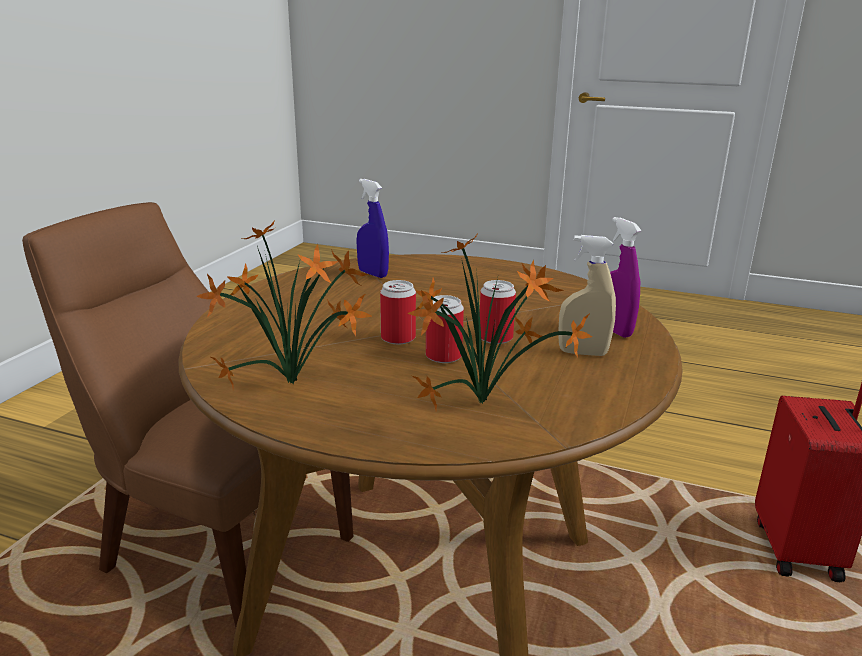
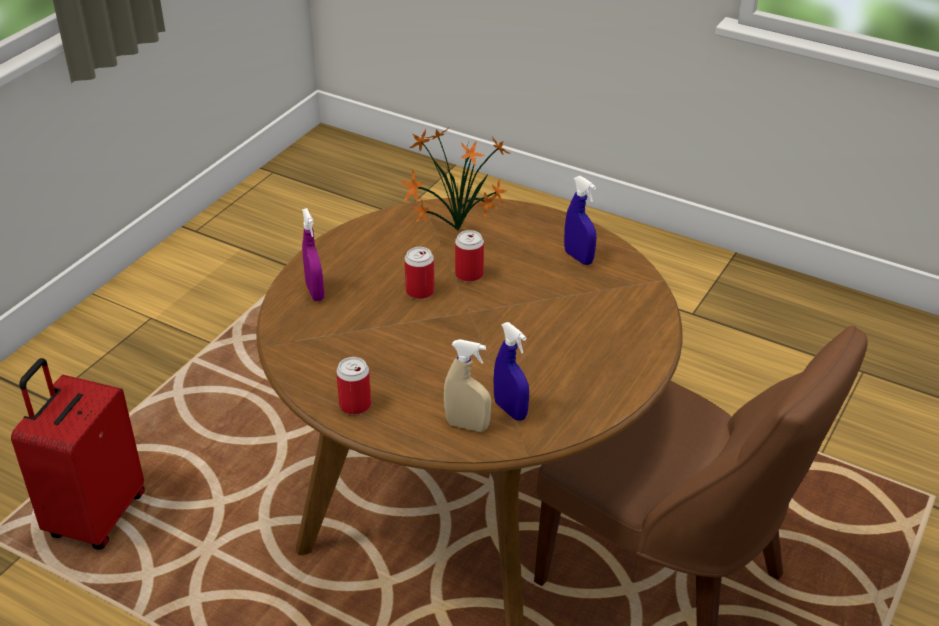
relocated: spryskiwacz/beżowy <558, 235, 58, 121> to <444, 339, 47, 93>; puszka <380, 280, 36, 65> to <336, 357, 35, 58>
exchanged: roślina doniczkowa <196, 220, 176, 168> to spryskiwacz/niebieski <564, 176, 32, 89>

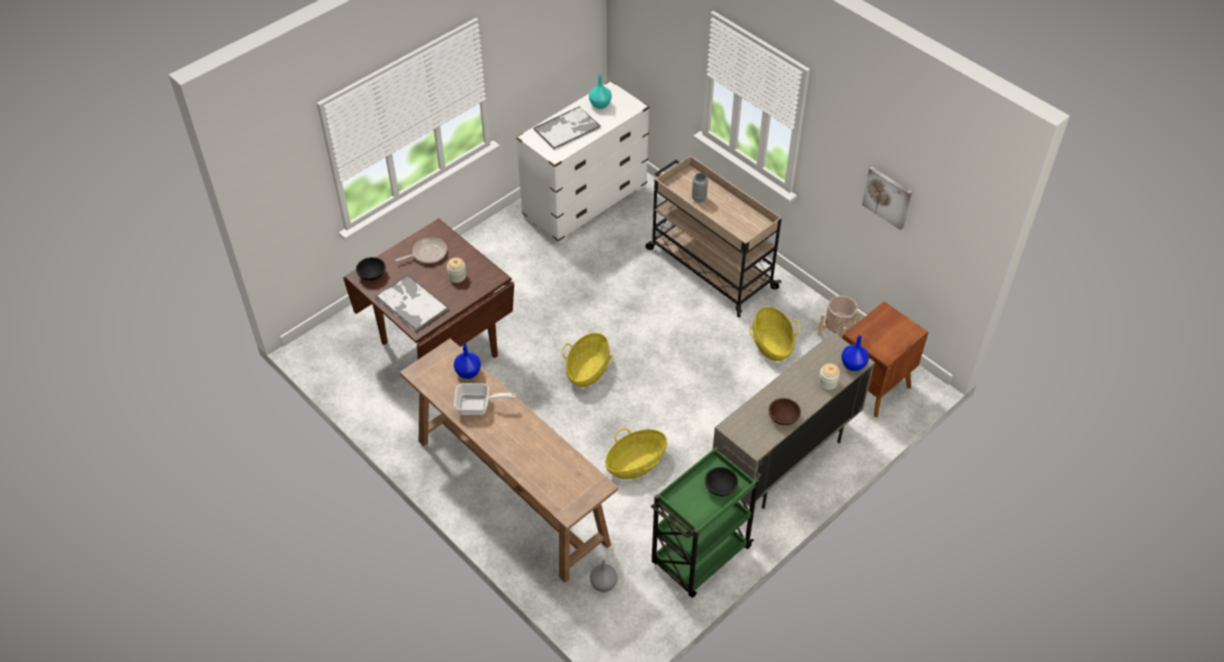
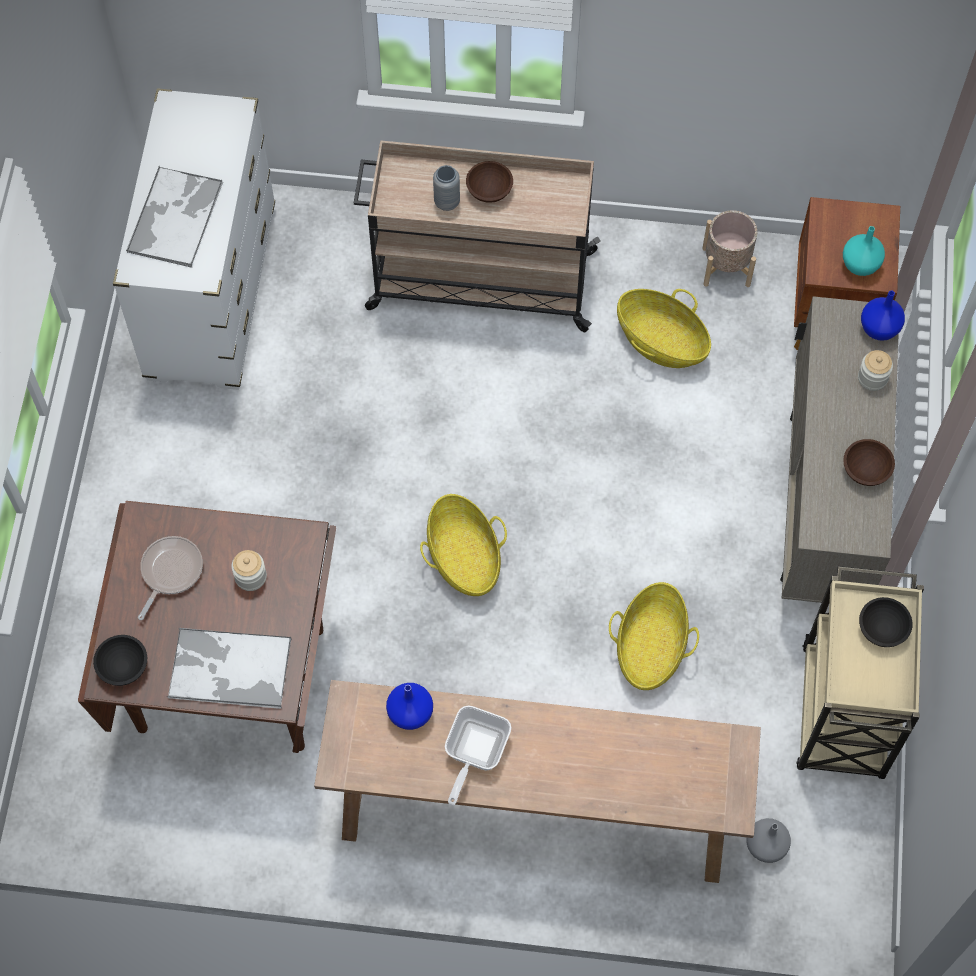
missing: obraz <862, 167, 50, 63>
appeared: miska/brązowy <466, 161, 47, 42>
relocated: wazon/turkusowy <589, 75, 23, 34> to <843, 226, 42, 50>
colour: wózek/zielony <651, 446, 110, 152> to wózek/beżowy <796, 566, 128, 213>
spun: patelnia <454, 383, 61, 32> = <445, 705, 67, 100> 150 degrees clockwise

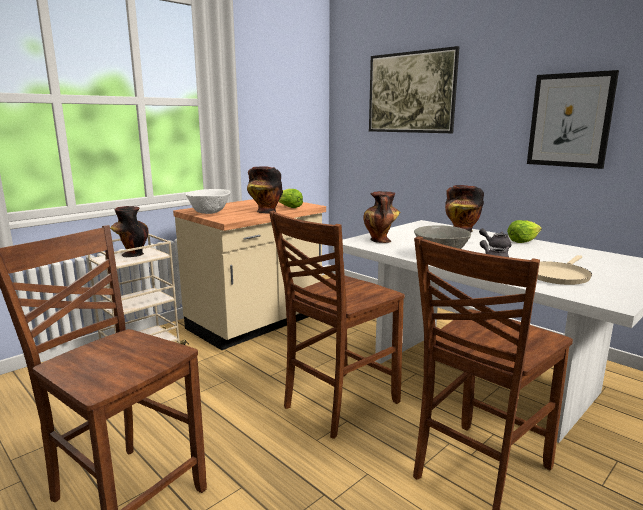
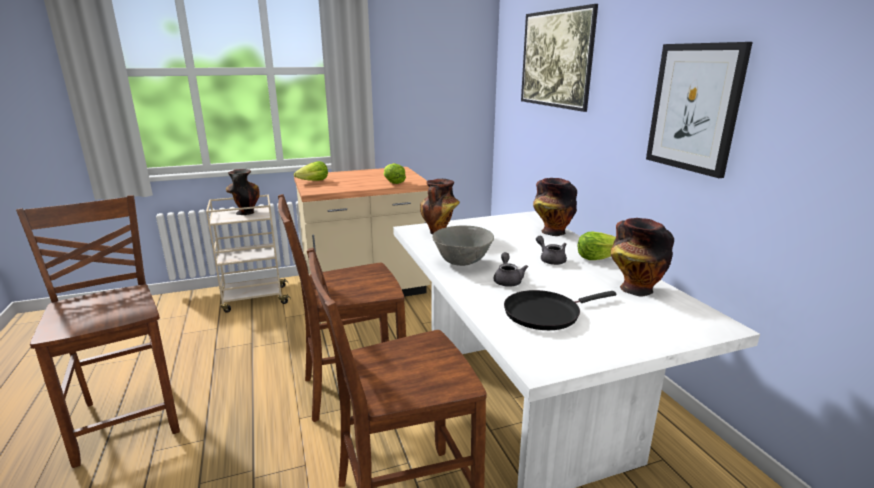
relocated: wazon <247, 167, 36, 46> to <611, 218, 63, 78>
exchanged: miska/biały <185, 189, 46, 25> to sałata <294, 161, 34, 20>
colour: patelnia/beżowy <537, 255, 55, 30> to patelnia/czarny <504, 290, 112, 40>

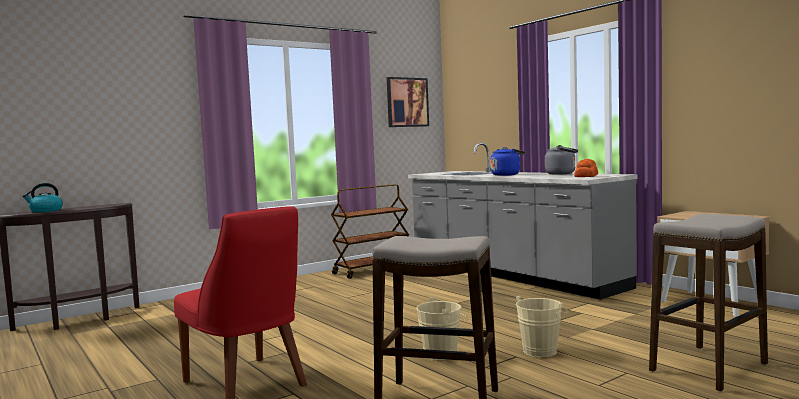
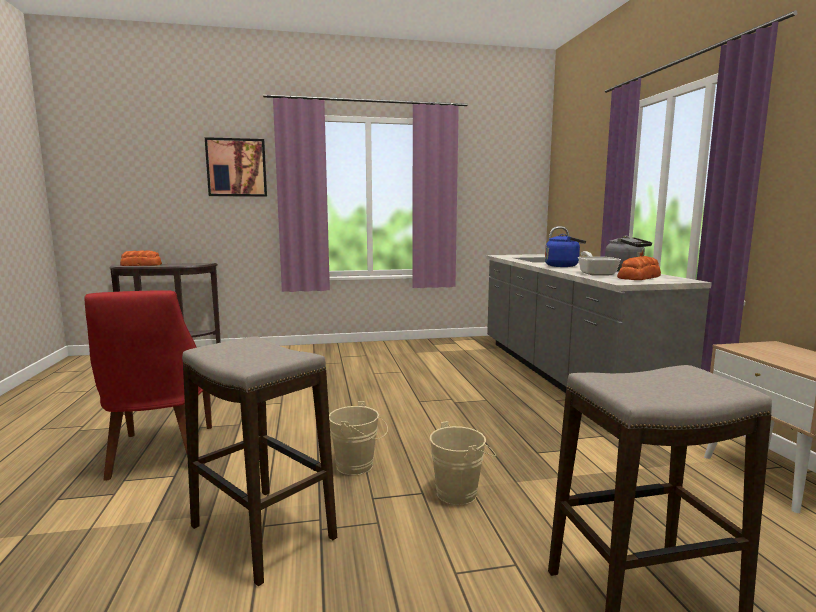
missing: wózek/brązowy <331, 184, 78, 95>
appeared: patelnia <578, 251, 43, 24>
relocated: obraz <387, 77, 42, 50> to <205, 137, 62, 60>
exchanged: czajnik <22, 183, 41, 29> to chleb <120, 250, 42, 16>

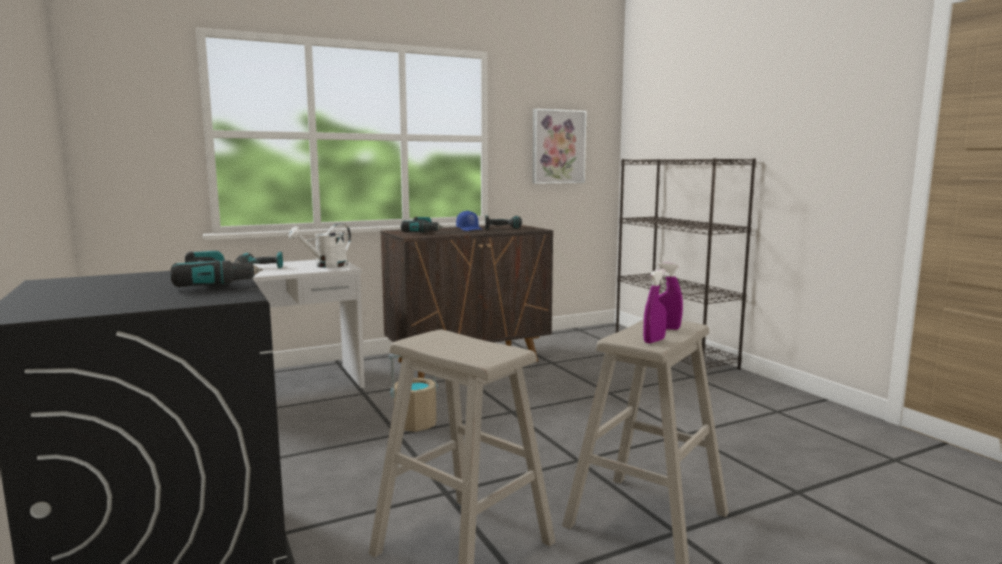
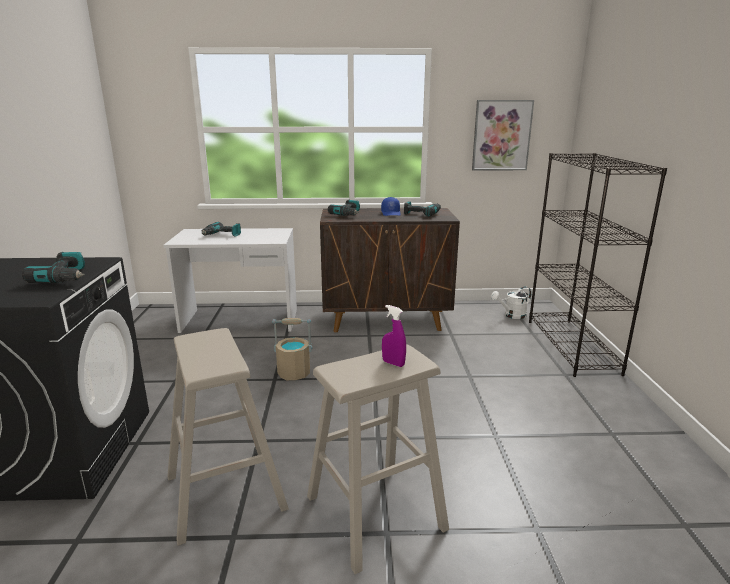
missing: spryskiwacz/fioletowy <643, 269, 24, 74>
relocated: konewka/biały <289, 223, 62, 45> to <491, 286, 41, 33>

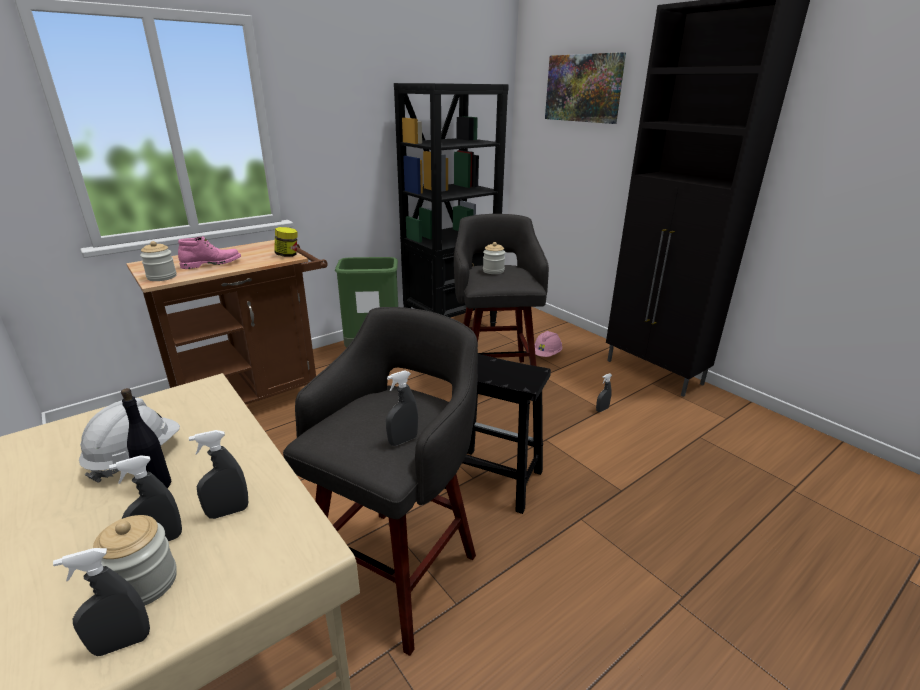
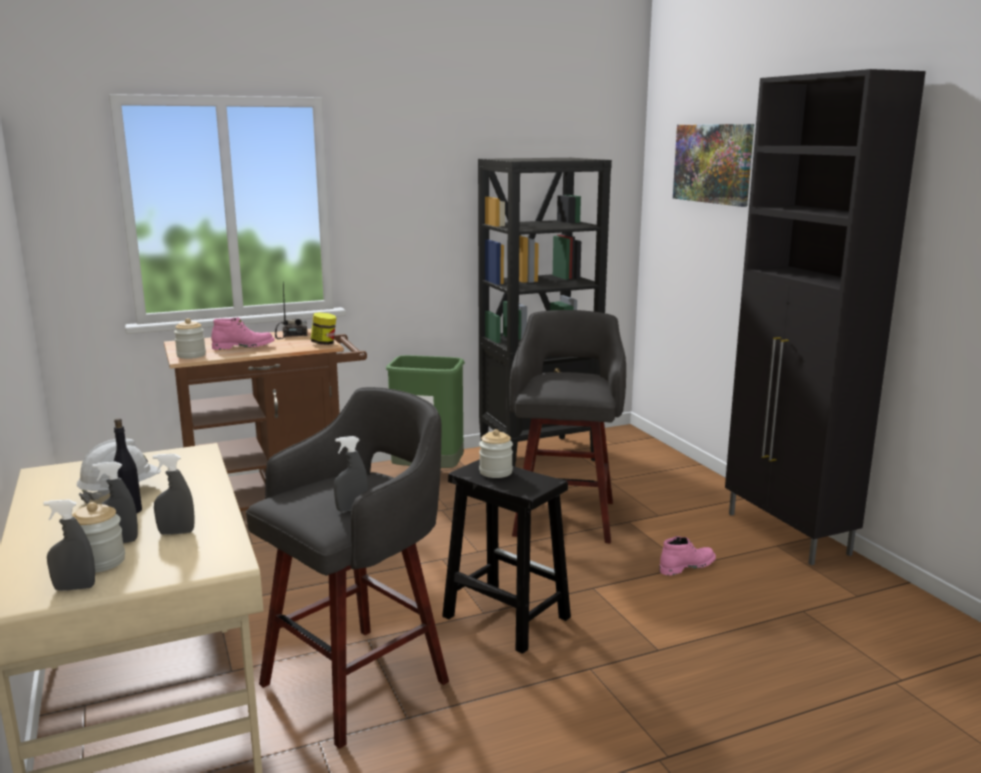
missing: kask/różowy <535, 331, 27, 26>
appeared: radio <275, 283, 32, 56>
relocated: słoik <483, 242, 22, 32> to <479, 429, 34, 49>
exchanged: spryskiwacz/szary <596, 373, 16, 39> to but z cholewką/różowy <659, 536, 57, 40>

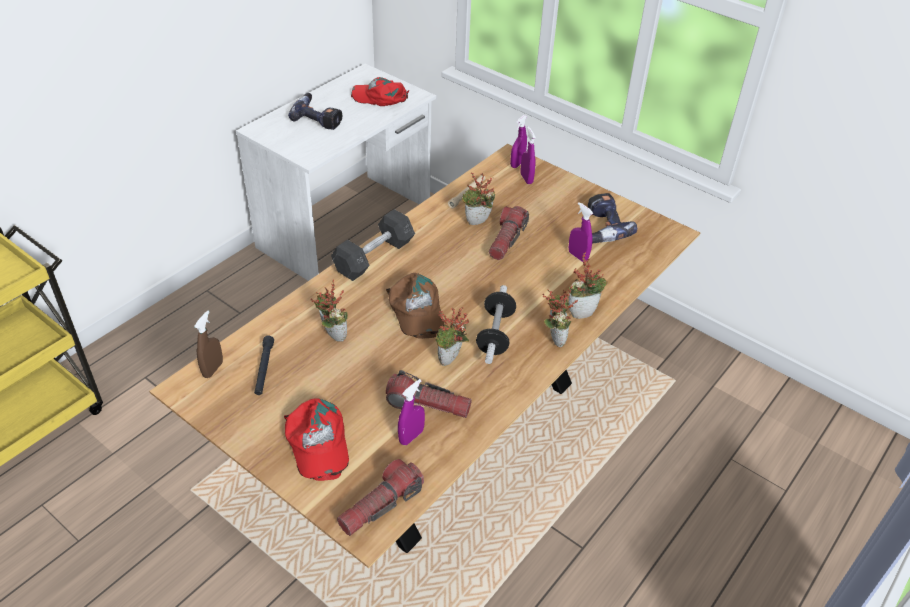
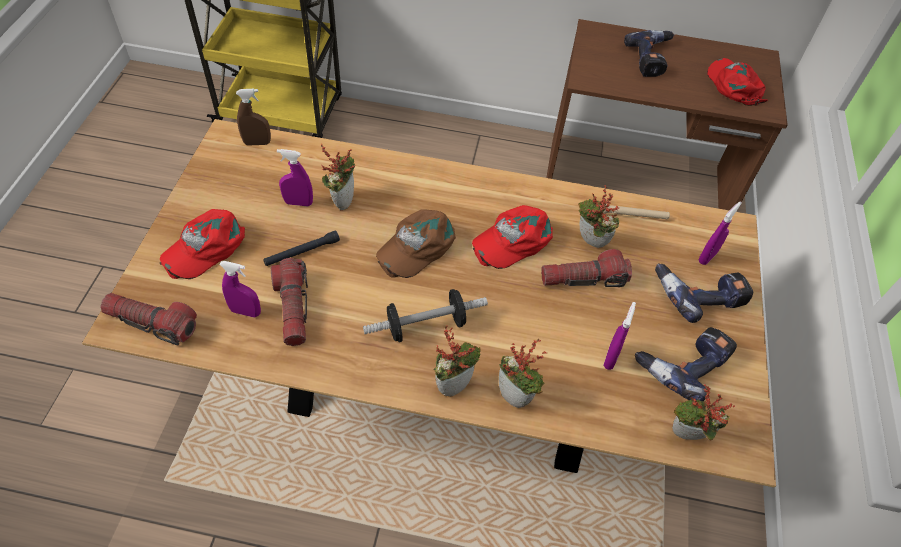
missing: hantel/szary <331, 209, 84, 72>
appeared: czapka z daszkiem/czerwony <472, 205, 81, 64>; wiertarka <655, 264, 98, 59>
relocated: spryskiwacz/fioletowy <510, 115, 17, 53> to <277, 149, 36, 57>; roślina doniczkowa <436, 307, 33, 59> to <672, 384, 63, 56>; latarka/czarny <254, 336, 20, 59> to <263, 230, 77, 36>
colour: biurko/biały <236, 64, 200, 217> to biurko/brązowy <546, 19, 242, 192>

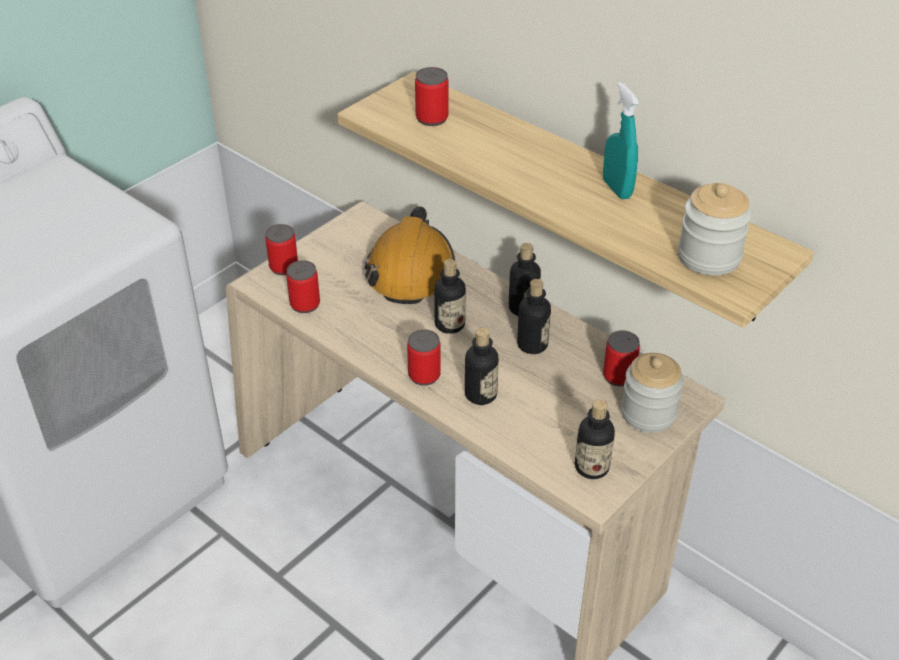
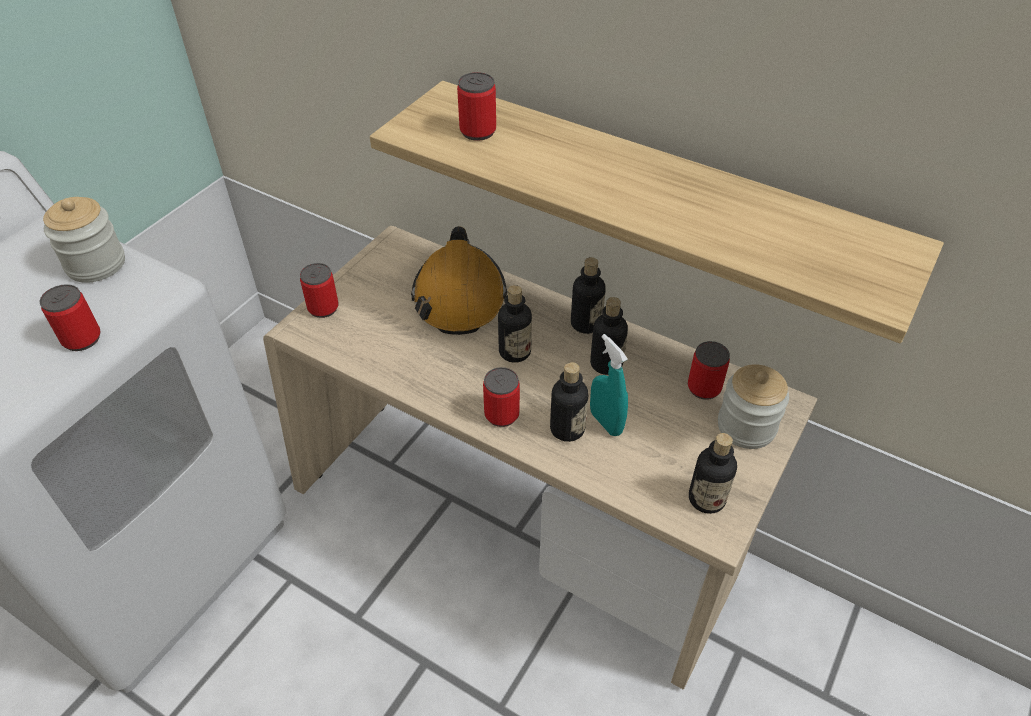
relocated: spryskiwacz/turkusowy <603, 82, 36, 118> to <590, 334, 38, 102>; słoik <678, 183, 74, 93> to <43, 197, 82, 86>; puszka <286, 260, 34, 53> to <40, 284, 61, 67>

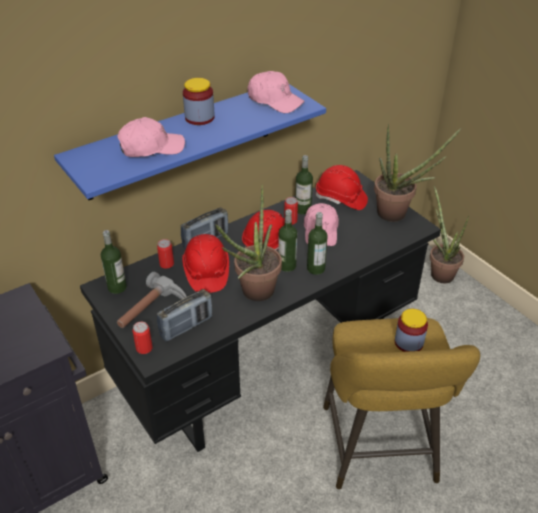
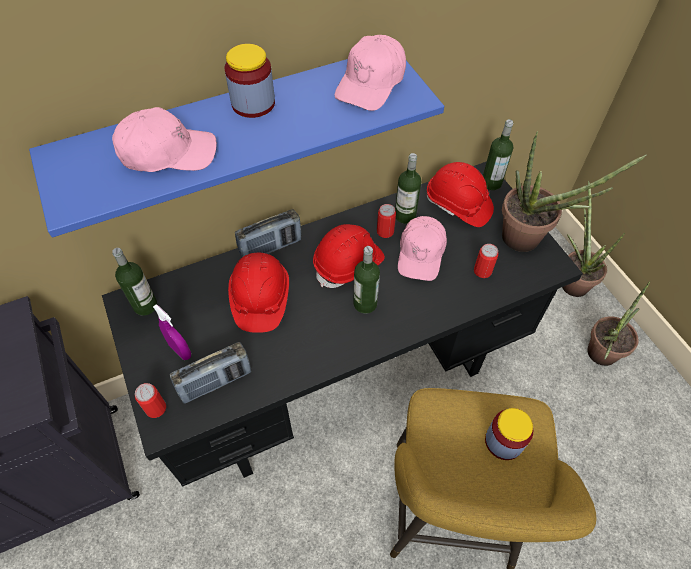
relocated: roślina doniczkowa <215, 185, 67, 116> to <587, 281, 63, 85>; butelka <307, 212, 21, 63> to <483, 119, 30, 71>; puszka <157, 239, 17, 30> to <474, 244, 24, 34>
exchanged: młotek <117, 272, 70, 56> to spryskiwacz/fioletowy <153, 304, 38, 56>
spun: czapka z daszkiem/różowy <247, 71, 58, 42> = <334, 35, 72, 76> 75 degrees clockwise

